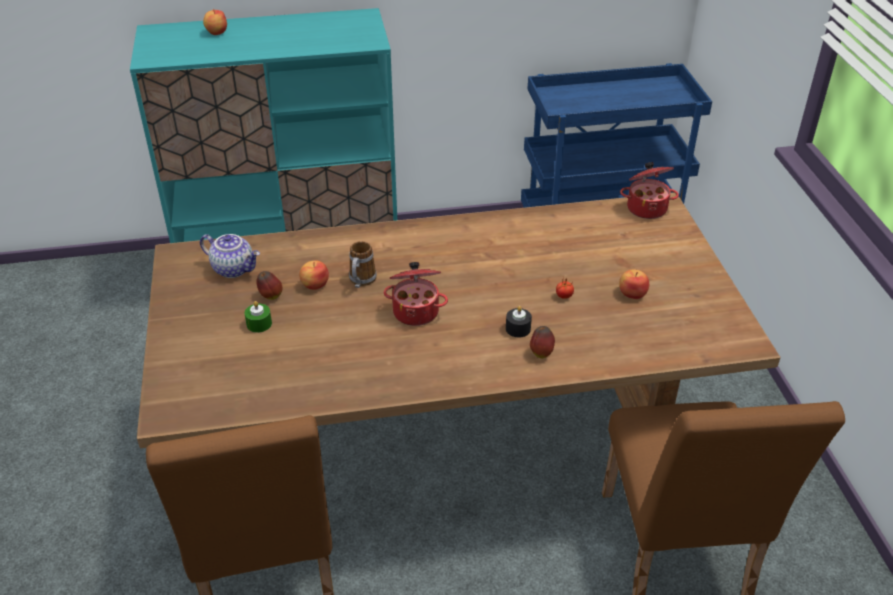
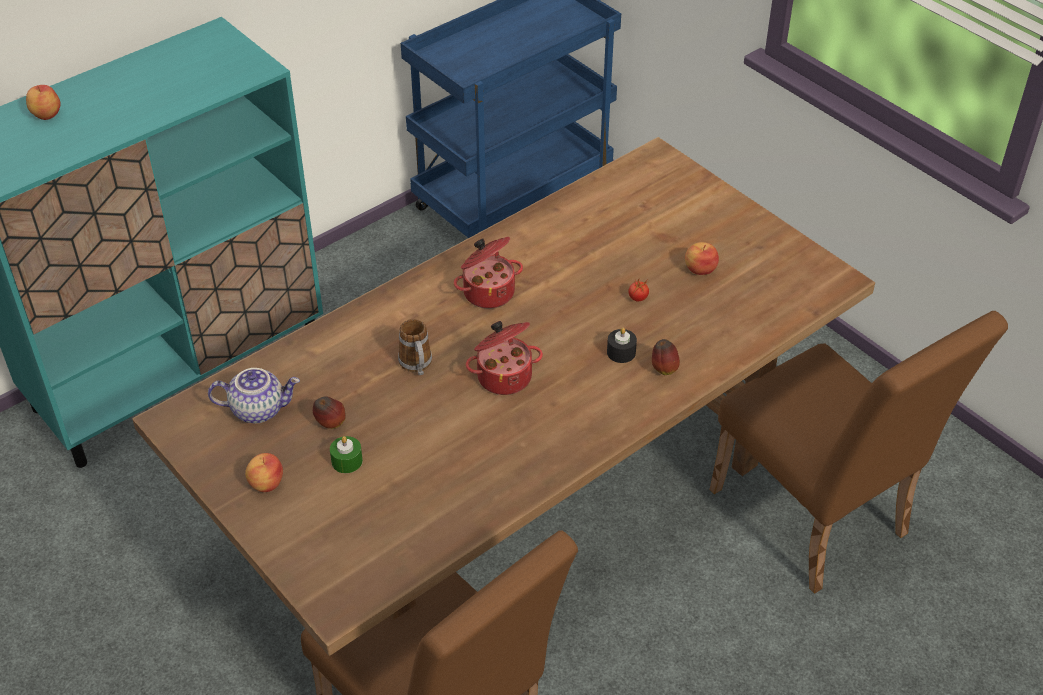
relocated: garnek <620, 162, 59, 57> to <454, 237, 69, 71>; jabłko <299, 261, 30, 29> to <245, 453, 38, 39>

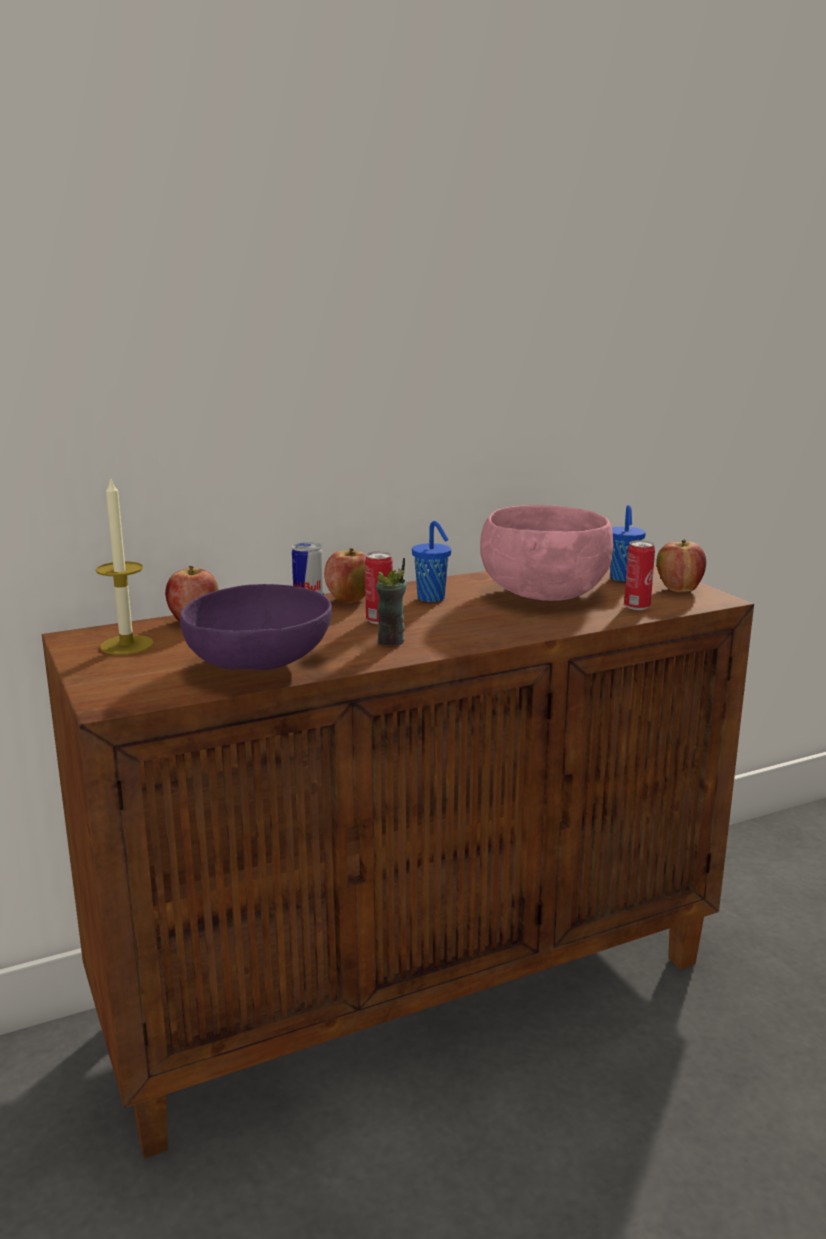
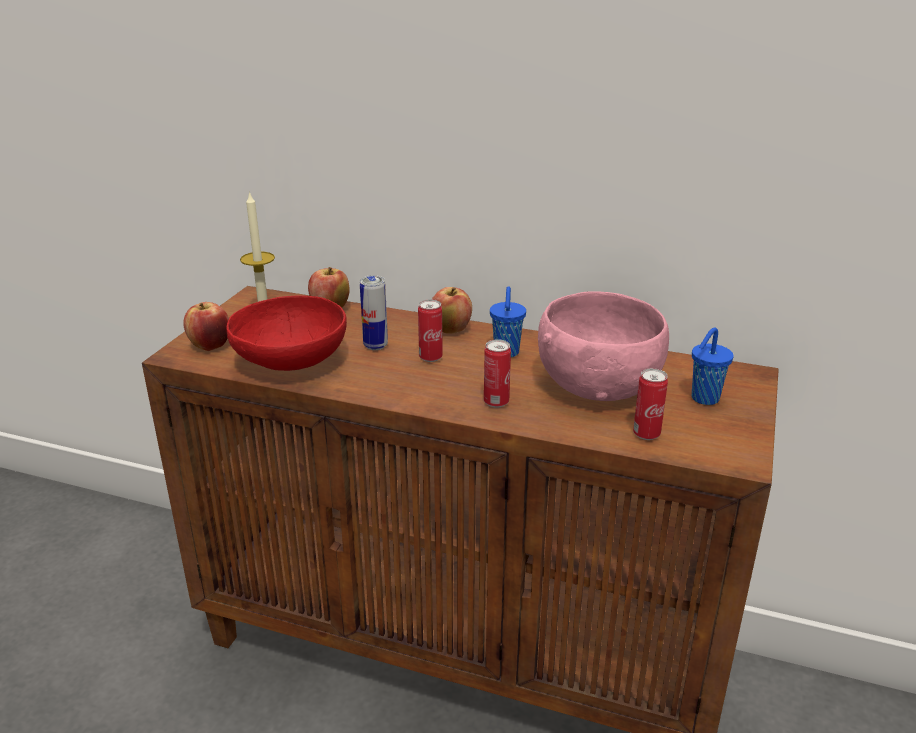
missing: filiżanka <376, 558, 31, 88>
appeared: puszka <484, 339, 27, 69>
relocated: jabłko <656, 540, 50, 52> to <183, 302, 46, 49>
colour: miska/fioletowy <180, 584, 152, 86> to miska/czerwony <226, 296, 121, 75>

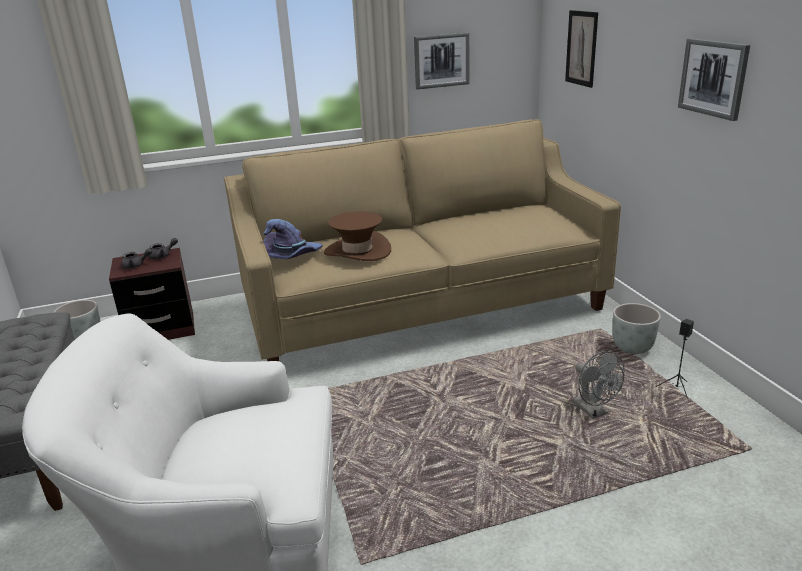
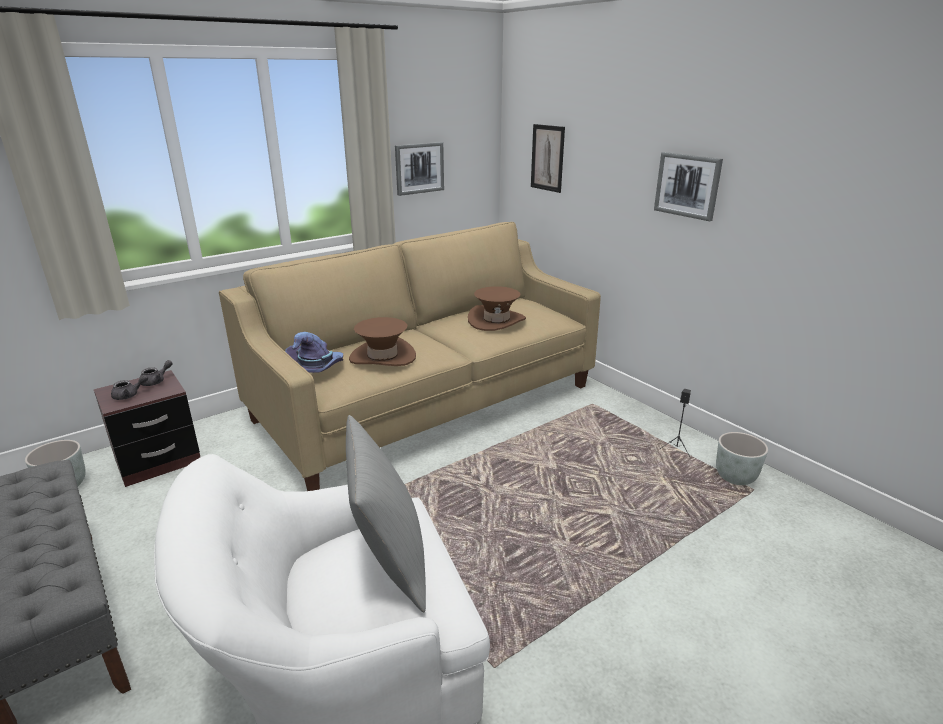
missing: wentylator/szary <572, 351, 53, 68>
appeared: kapelusz/brązowy <468, 286, 58, 45>; poduszka/szary <346, 415, 80, 198>
relocated: donica/szary <613, 303, 48, 51> to <716, 432, 52, 53>

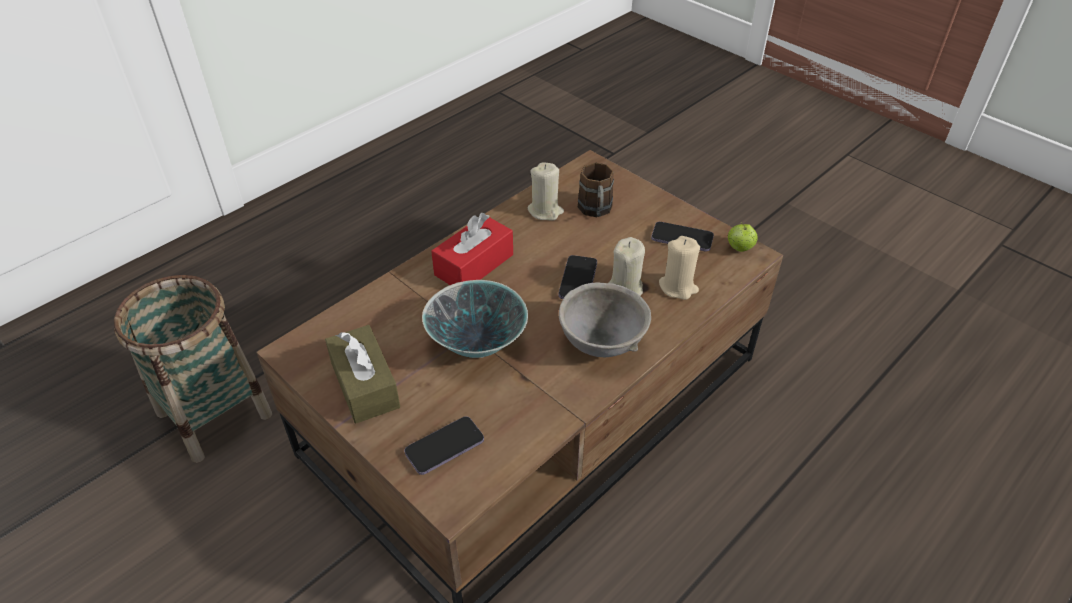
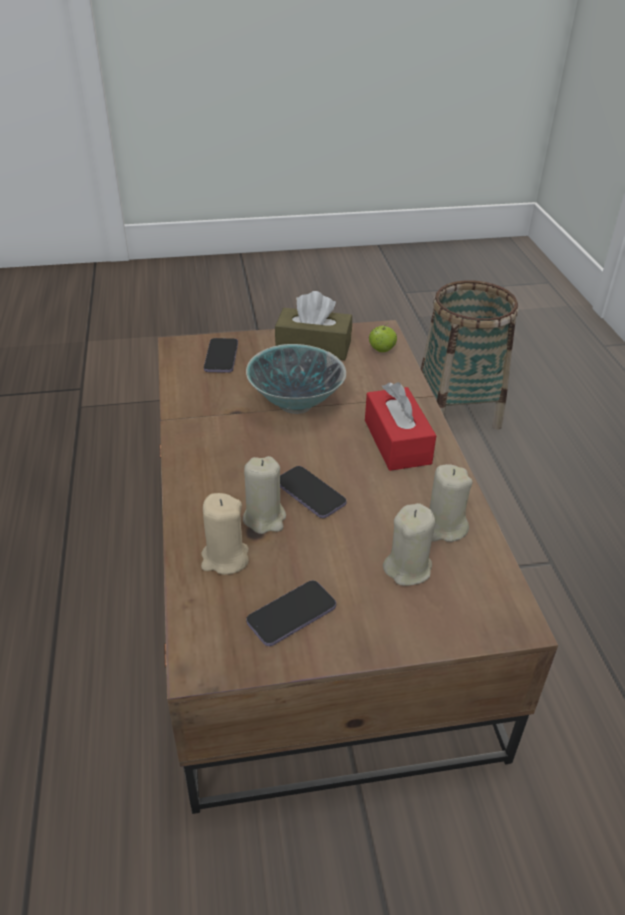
missing: miska/szary <559, 282, 92, 75>
relocated: jabłko <728, 222, 30, 30> to <369, 323, 28, 29>
exchanged: kubek/brązowy <578, 162, 36, 55> to świeca/beżowy <383, 503, 52, 83>

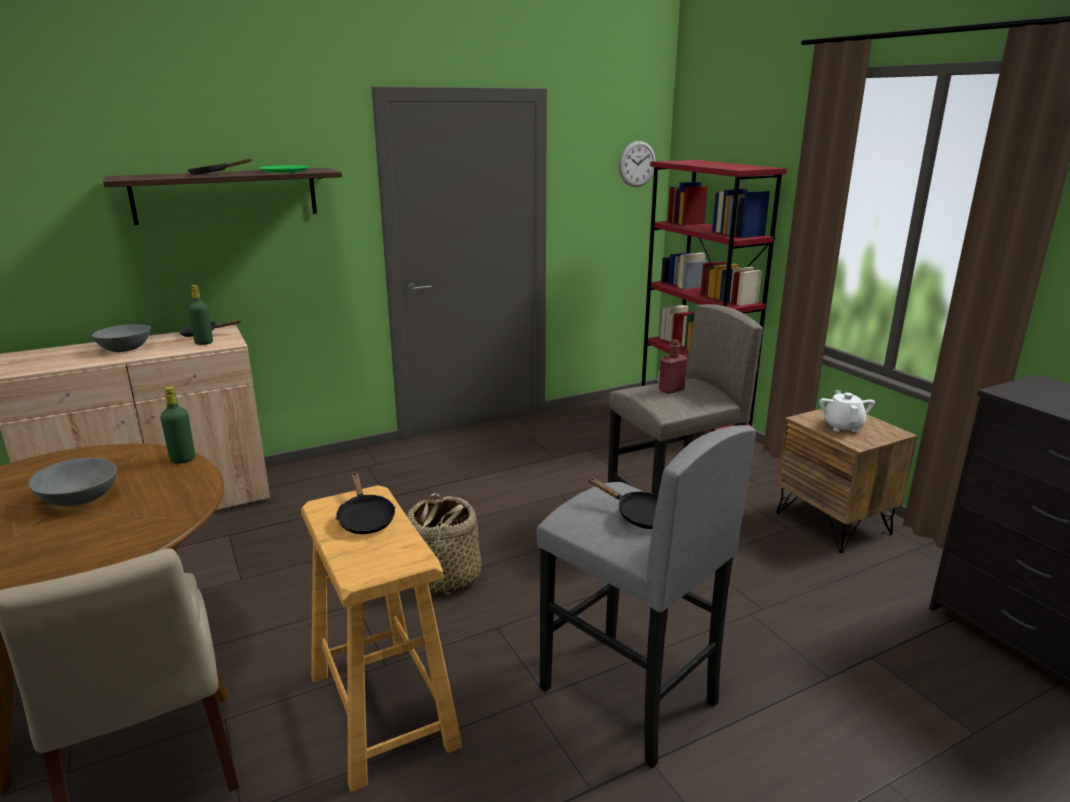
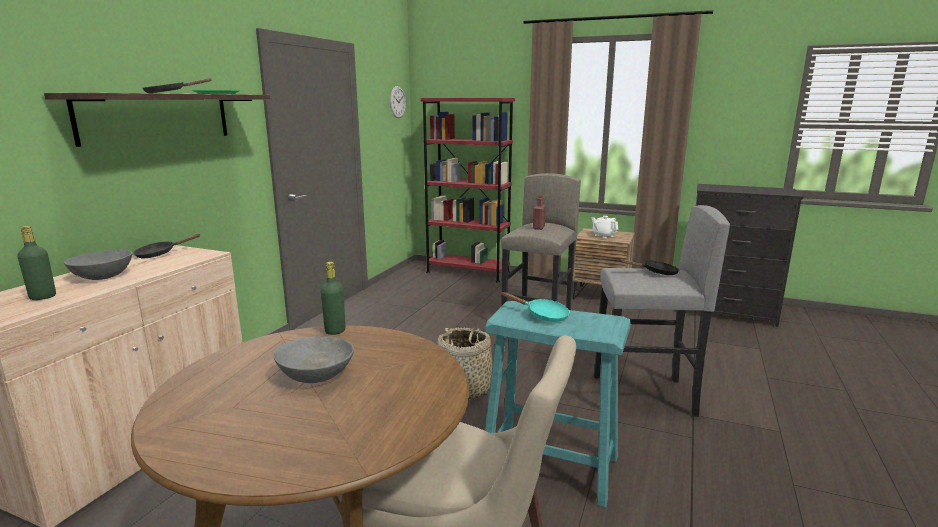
relocated: butelka/zielony <188, 285, 25, 60> to <17, 226, 39, 74>
colour: patelnia/czarny <336, 472, 59, 62> to patelnia/turkusowy <501, 292, 69, 30>; stołek/beżowy <301, 485, 161, 307> to stołek/turkusowy <485, 301, 146, 206>

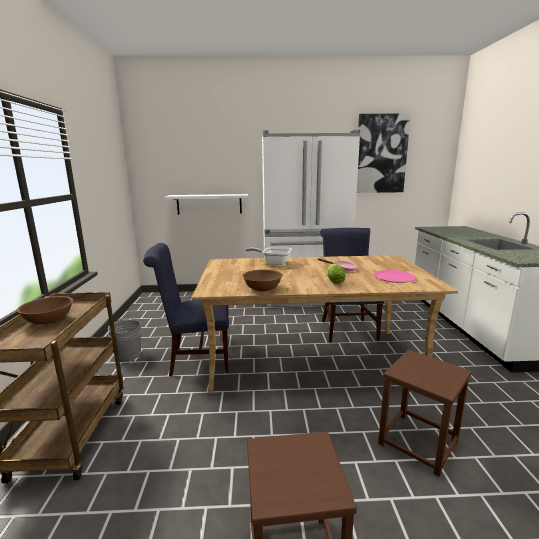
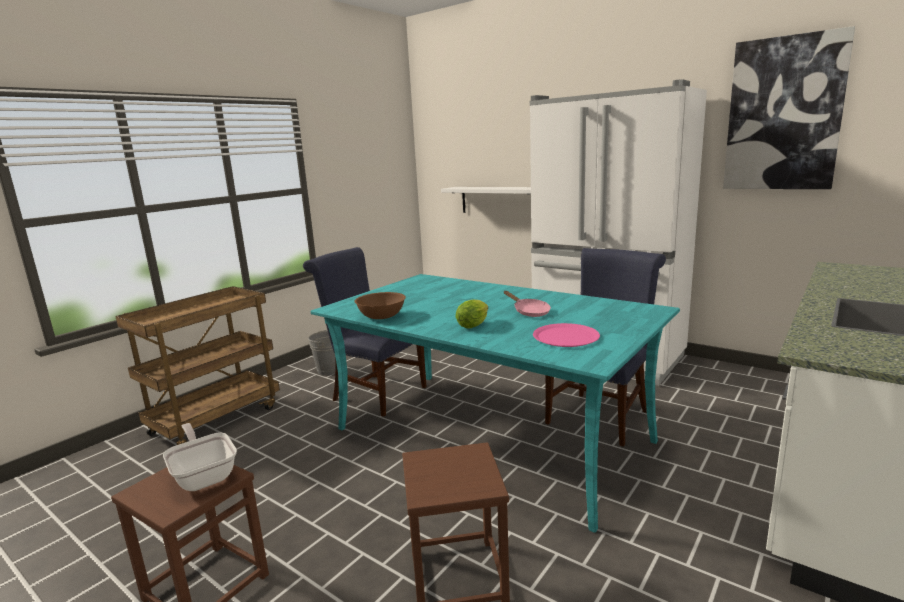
missing: miska/brązowy <17, 296, 56, 29>
relocated: patelnia <246, 247, 46, 18> to <163, 423, 74, 68>
colour: stół jadalny/beżowy <191, 255, 267, 139> to stół jadalny/turkusowy <311, 274, 369, 259>

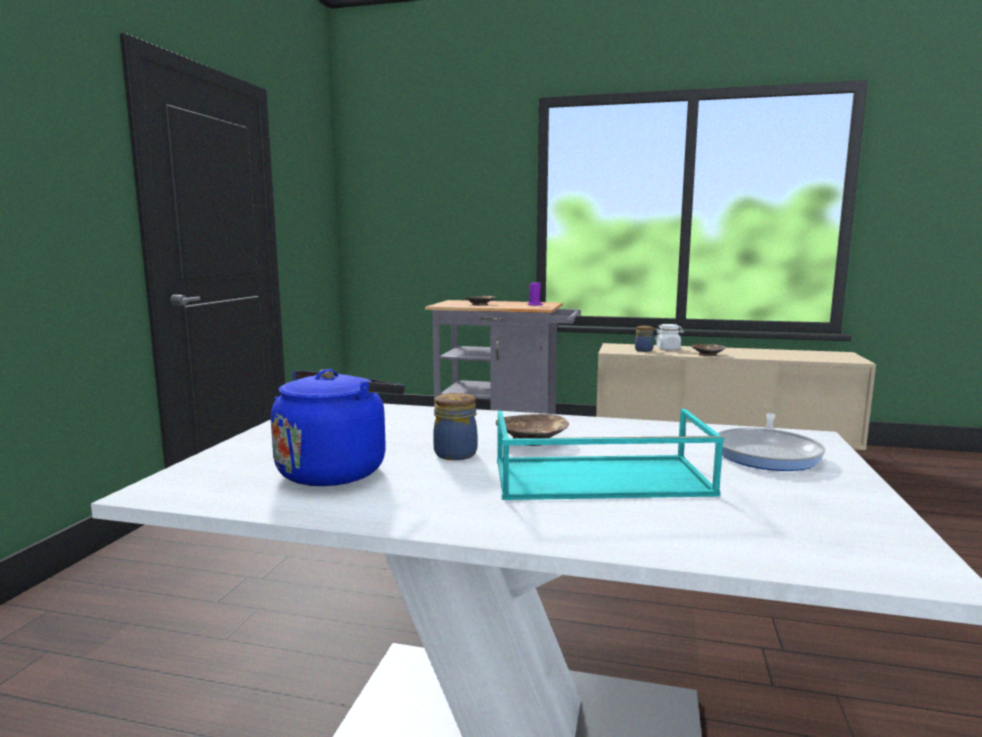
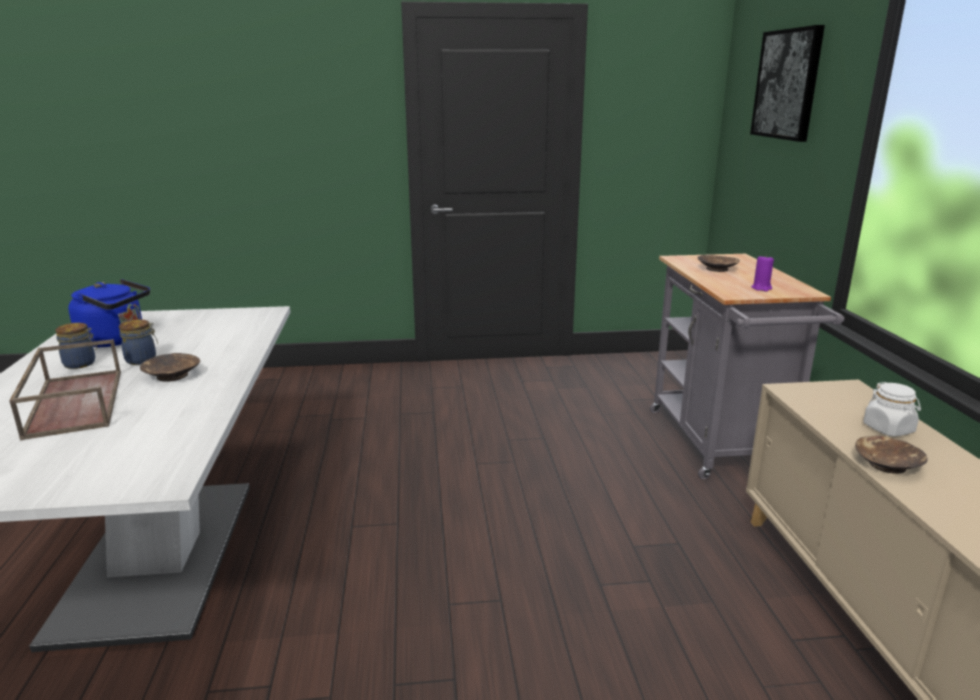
missing: patelnia <718, 413, 108, 58>
appeared: obraz <750, 25, 75, 117>
relocated: słoik <635, 326, 18, 26> to <55, 323, 42, 46>
colour: taca/turkusowy <497, 409, 227, 91> to taca/brązowy <9, 339, 112, 101>

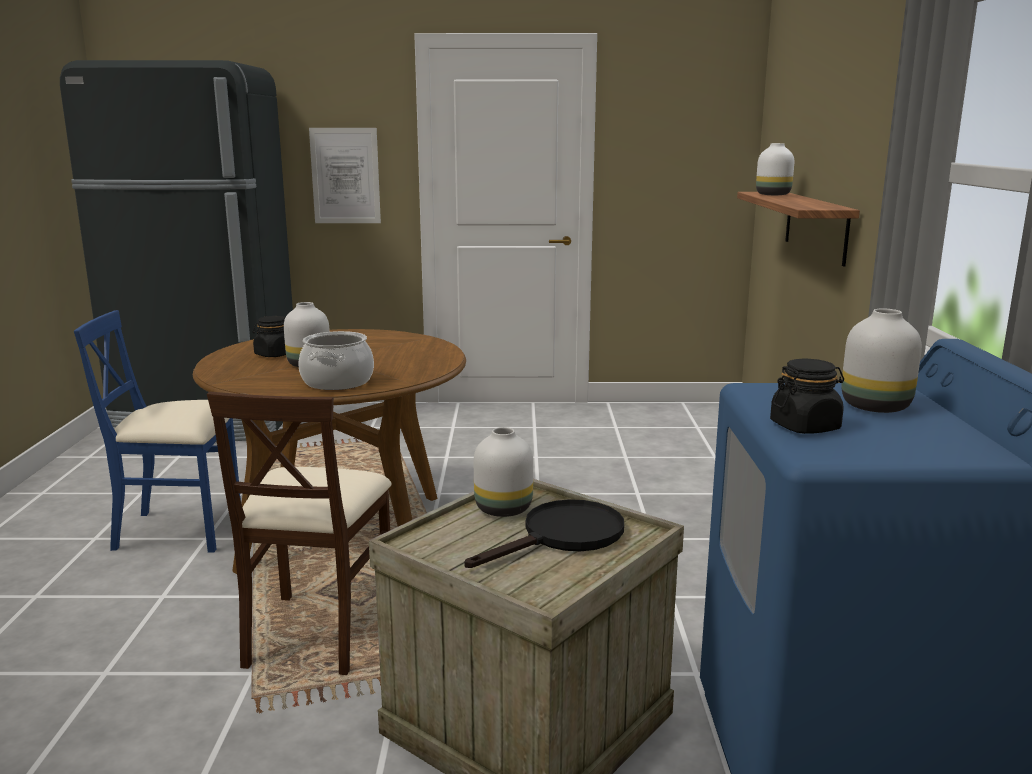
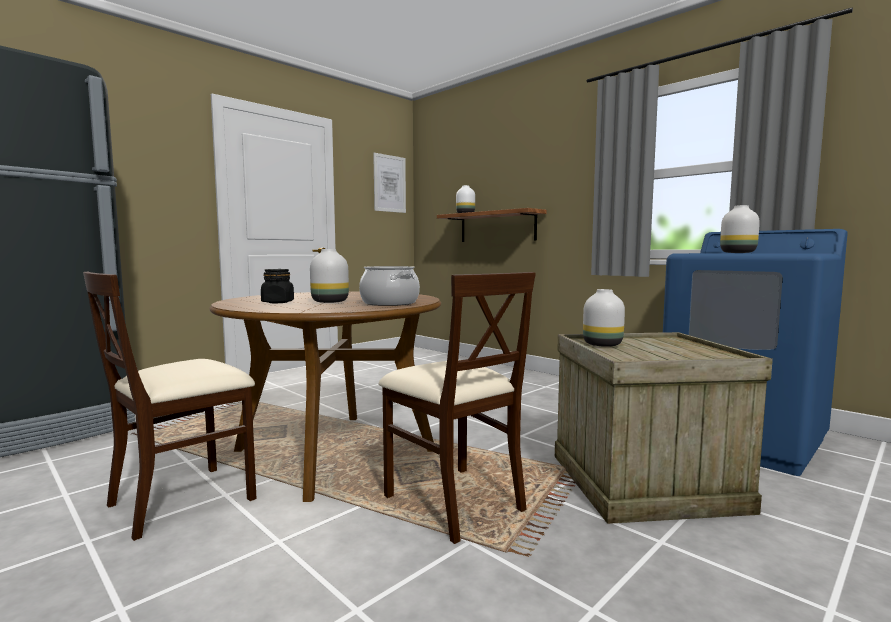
missing: słoik/czarny <770, 359, 74, 75>; patelnia/czarny <464, 499, 160, 69>
relocated: obraz <309, 128, 72, 95> to <373, 153, 33, 60>
colour: krzesło/niebieski <74, 310, 167, 242> to krzesło/beżowy <83, 272, 174, 269>

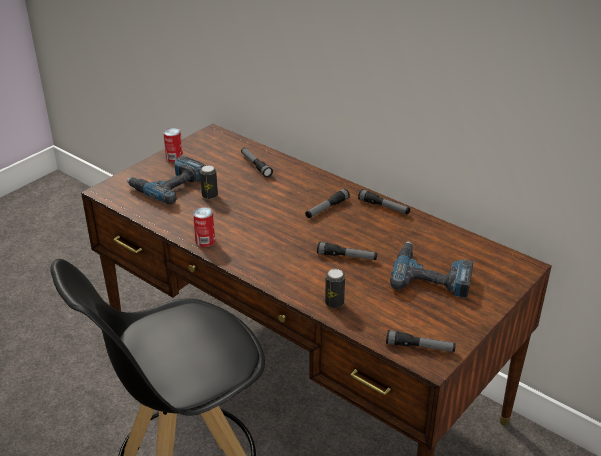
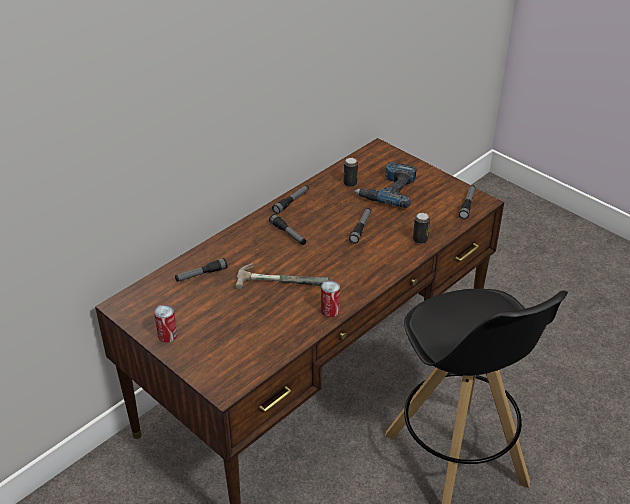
missing: wiertarka <126, 156, 80, 48>
appeared: młotek <235, 263, 96, 26>
relocated: puszka <200, 165, 18, 34> to <344, 158, 14, 29>

